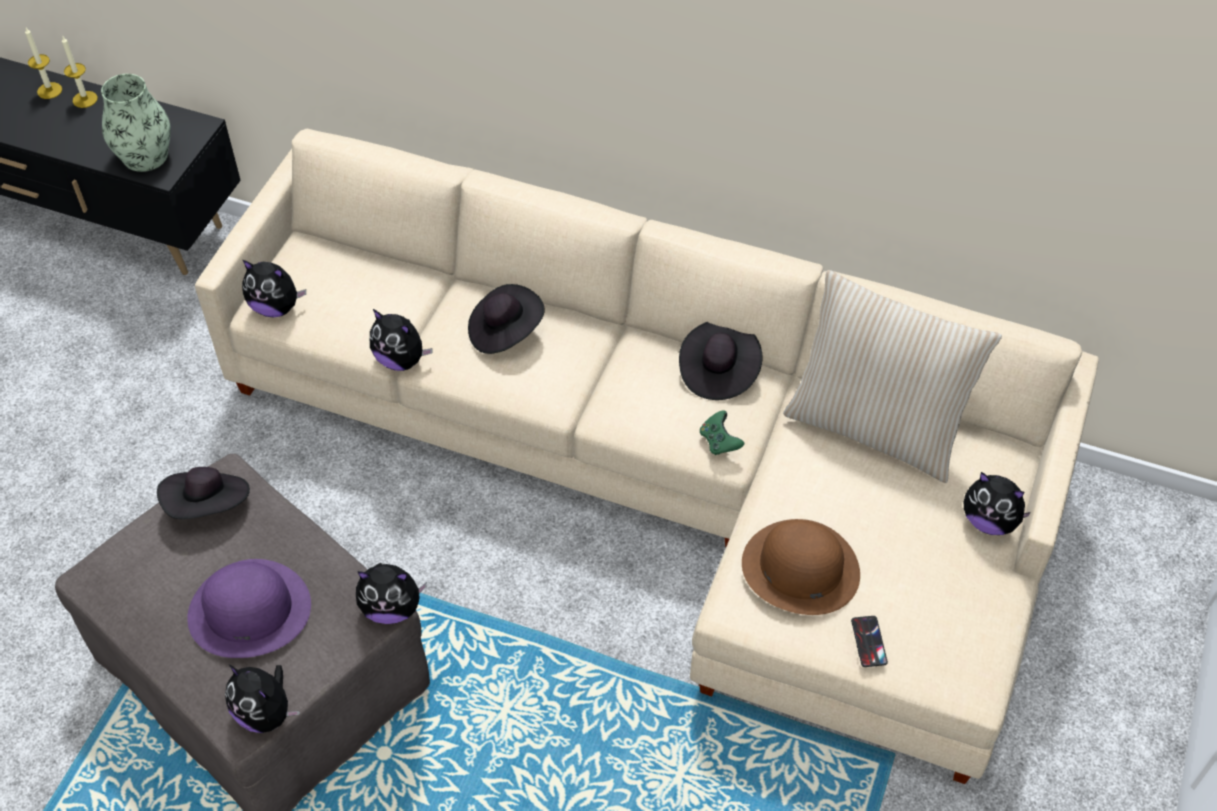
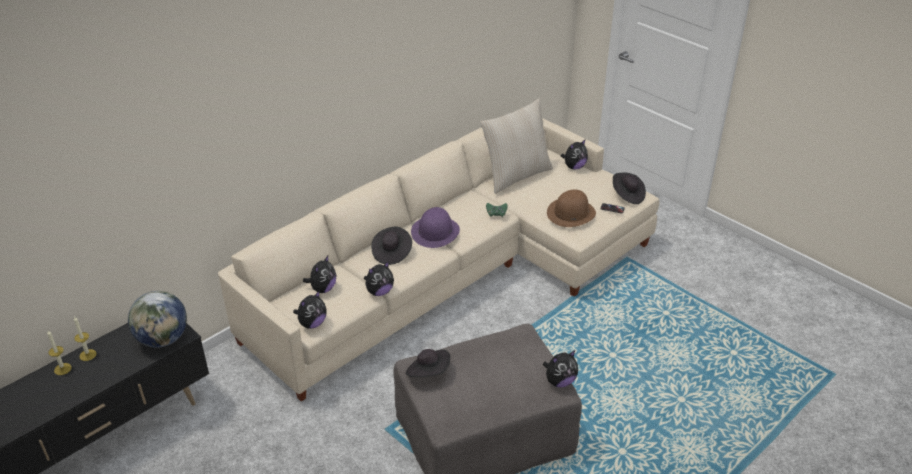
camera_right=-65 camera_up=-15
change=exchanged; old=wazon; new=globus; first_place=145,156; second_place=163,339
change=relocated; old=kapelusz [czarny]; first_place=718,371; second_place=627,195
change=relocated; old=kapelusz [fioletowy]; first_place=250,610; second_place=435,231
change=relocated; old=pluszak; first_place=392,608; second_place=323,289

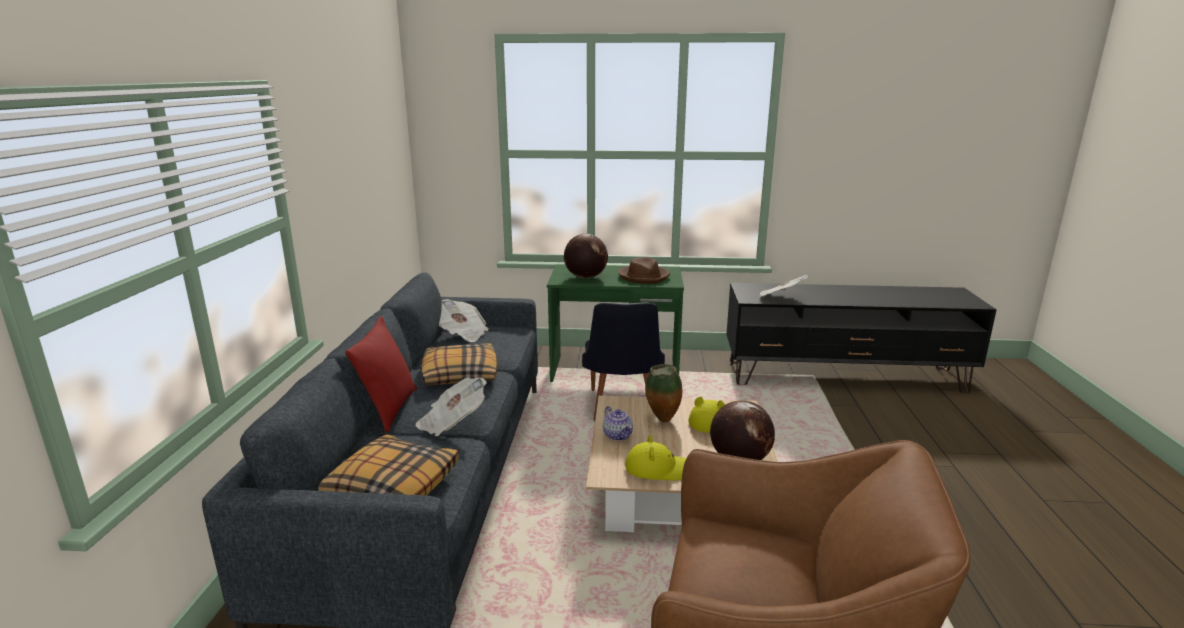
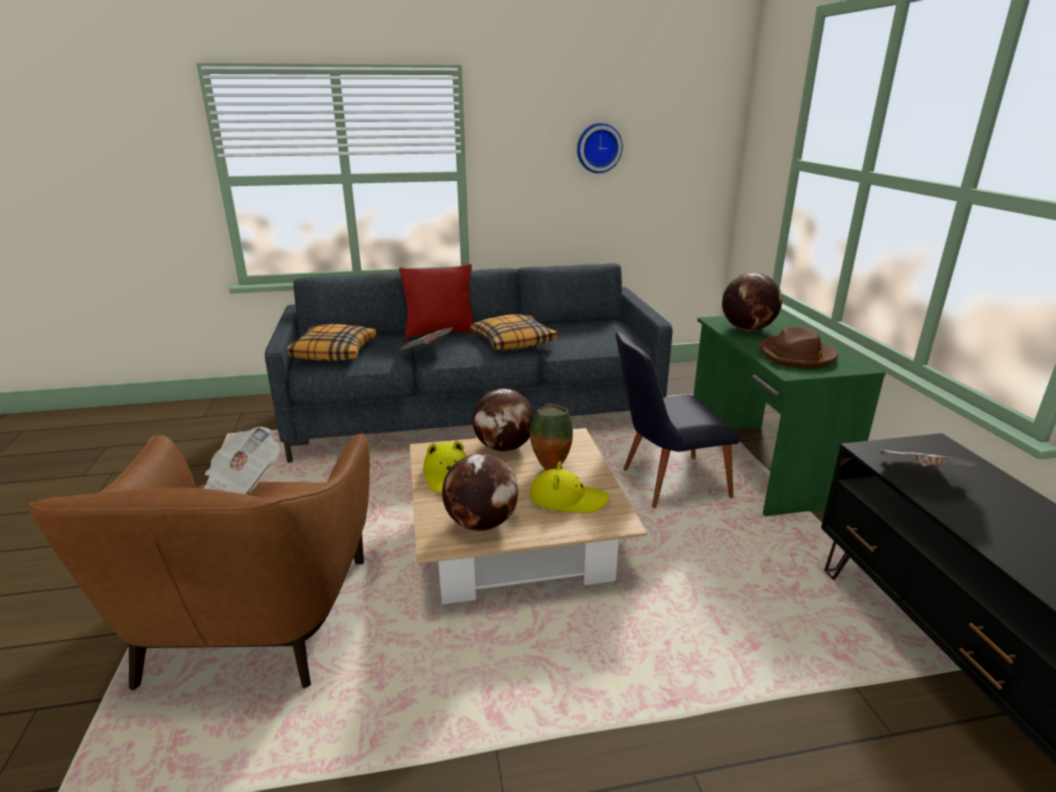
camera_right=75 camera_up=5
change=relocated; old=gazeta; first_place=462,333; second_place=241,484
change=exchanged; old=imbryk; new=globus; first_place=618,435; second_place=504,447
change=appeared; new=zegar ścienny; second_place=598,148

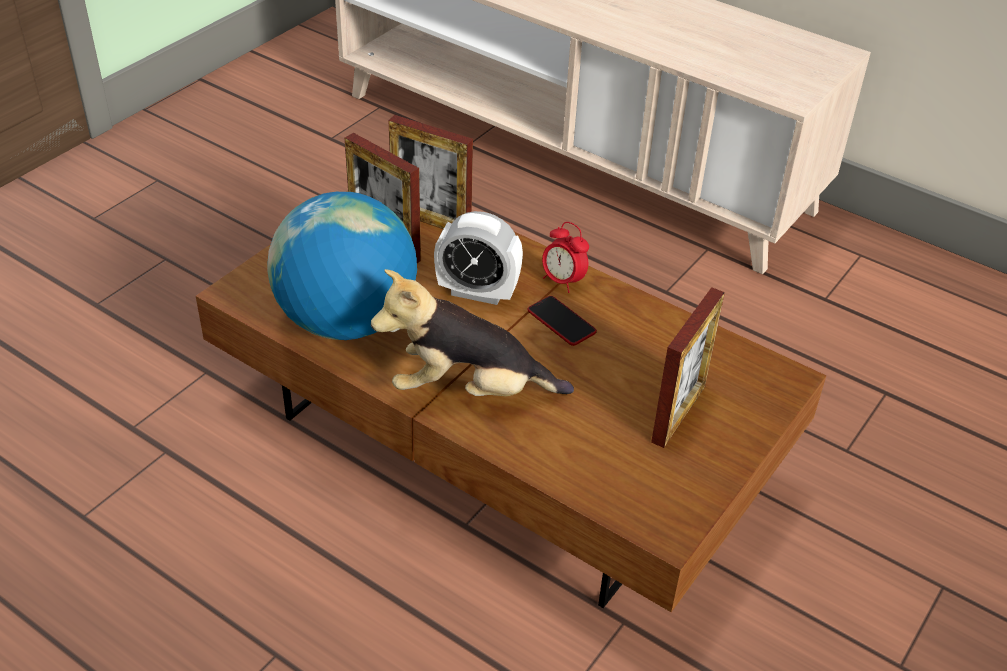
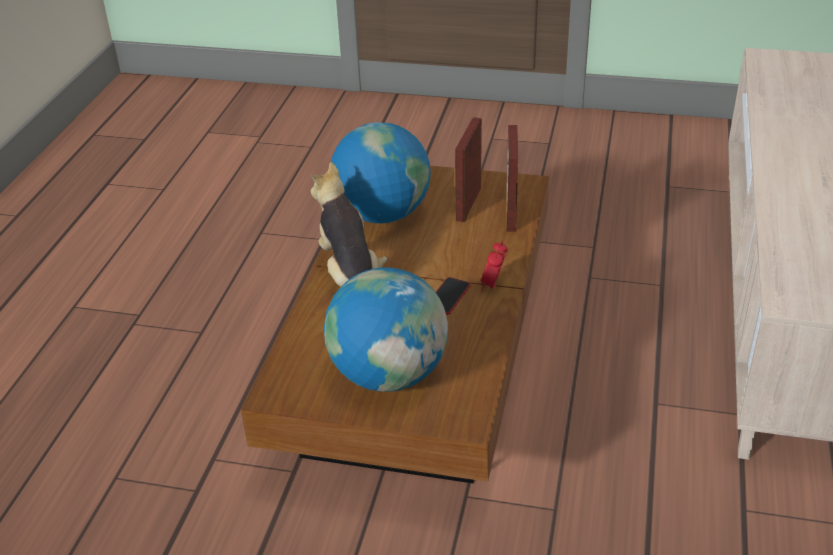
camera_right=70 camera_up=-5
change=missing; old=budzik; first_place=477,292
change=exchanged; old=ramka na zdjęcie; new=globus; first_place=678,413; second_place=389,374

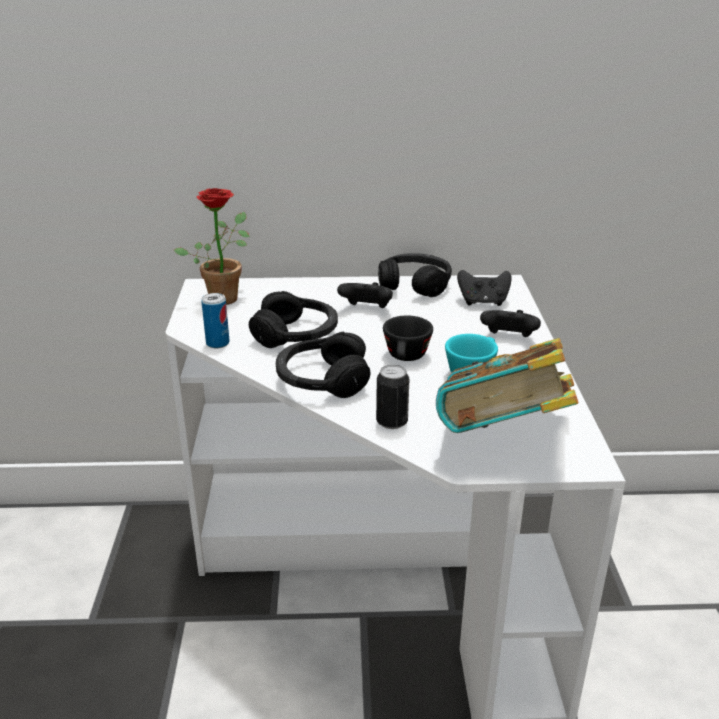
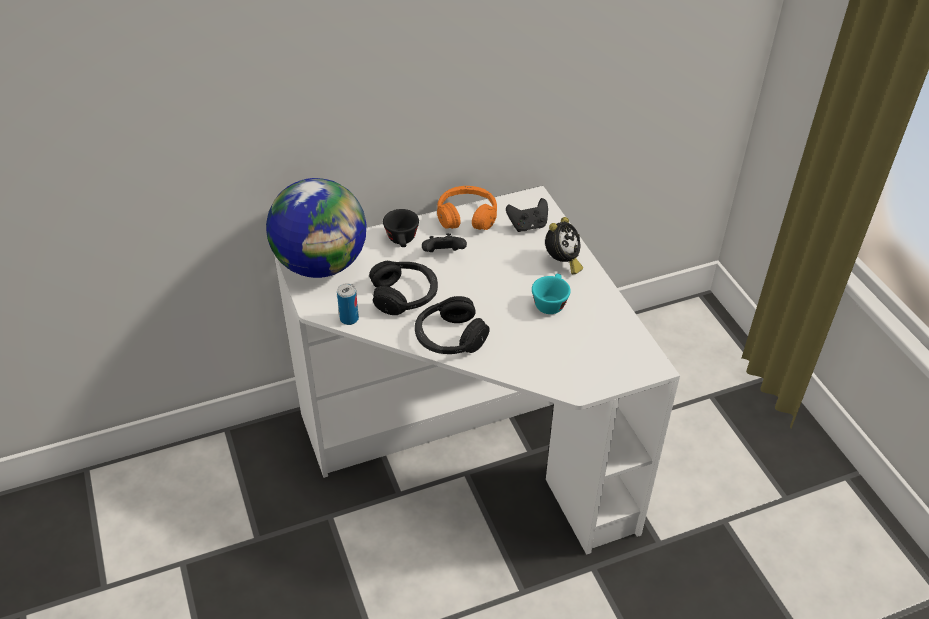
camera_right=-20 camera_up=15
change=exchanged; old=roślina doniczkowa; new=globus; first_place=225,296; second_place=321,264
change=colour; old=słuchawki [czarny]; new=słuchawki [pomarańczowy]; first_place=415,285; second_place=467,216
change=exchanged; old=pad do gier [czarny]; new=budzik; first_place=508,339; second_place=562,262
change=relocated; old=filiżanka [czarny]; first_place=406,358; second_place=402,241
change=missing; old=książka; first_place=503,438
change=missing; old=puszka; first_place=392,422

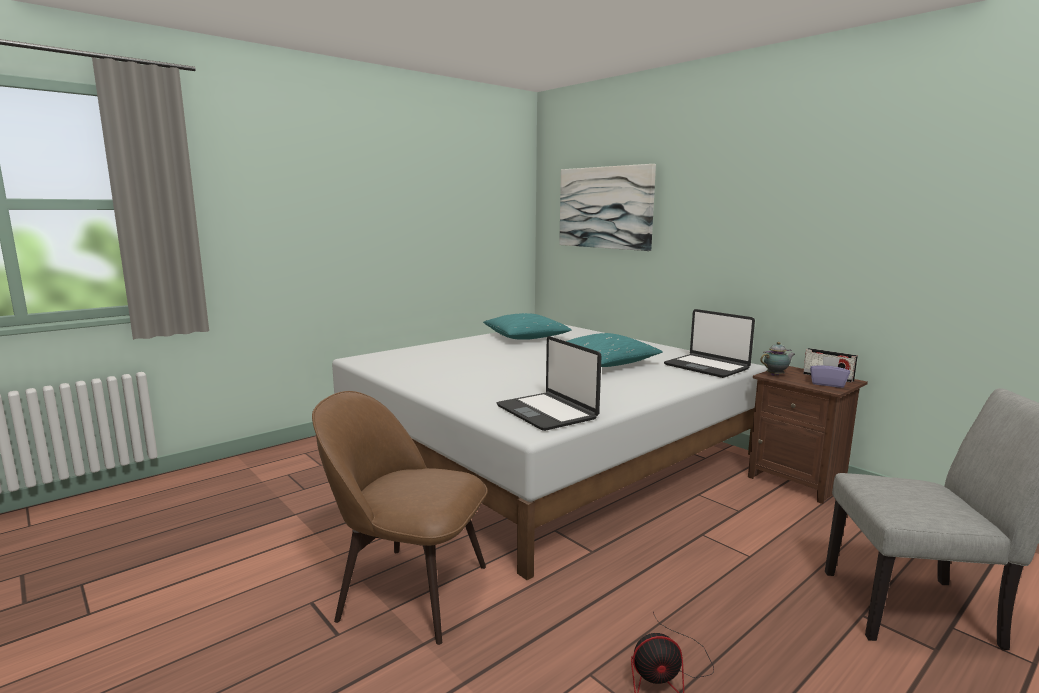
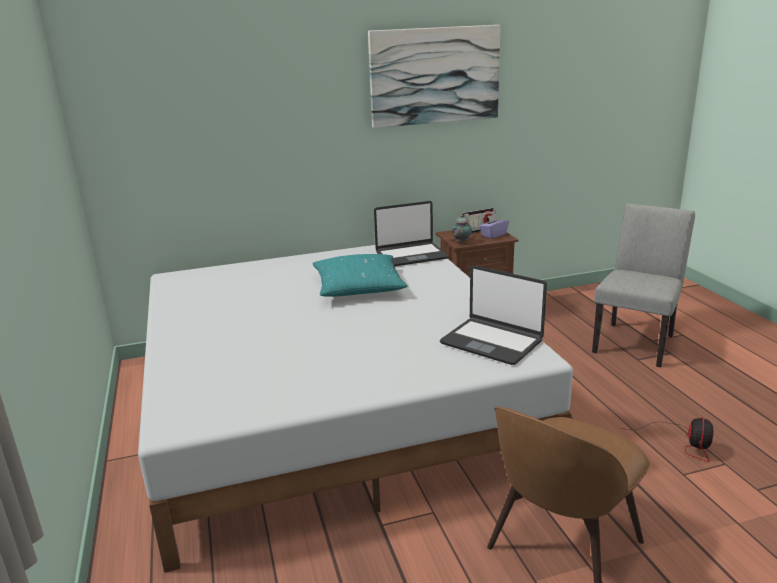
camera_right=-65 camera_up=10
change=relocated; old=obraz; first_place=605,207; second_place=435,76
change=missing; old=poduszka [turkusowy]; first_place=526,337
change=spun; old=laptop; first_place=547,412; second_place=492,342; degrees=45

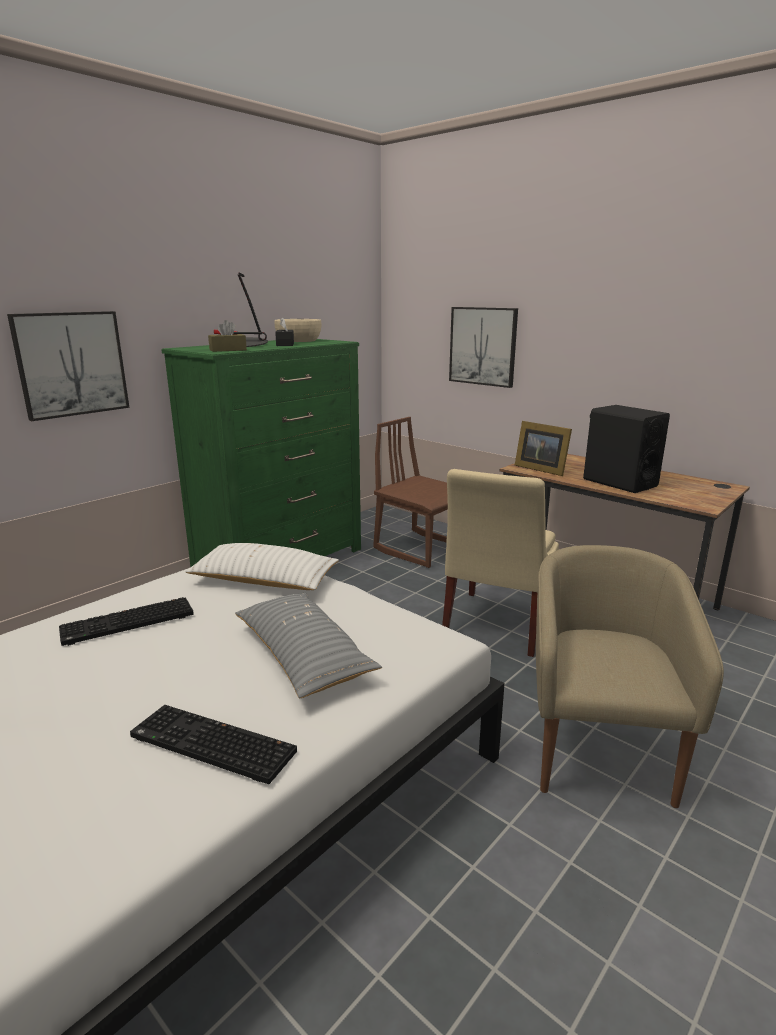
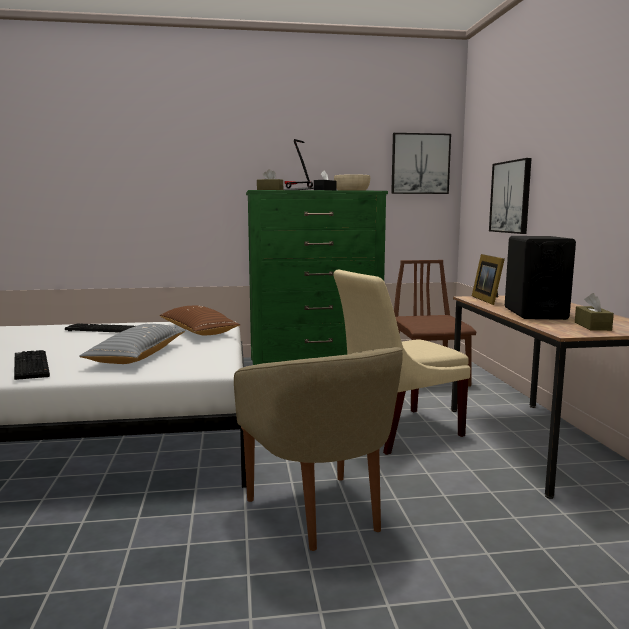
camera_right=40 camera_up=-10
change=relocated; old=obraz; first_place=71,364; second_place=420,164
change=colour; old=poduszka [biały]; new=poduszka [brązowy]; first_place=264,580; second_place=198,331
change=spun; old=fotel [beżowy]; first_place=597,752; second_place=320,513; degrees=105
change=appeared; new=pudełko chusteczek [brązowy]; second_place=592,326

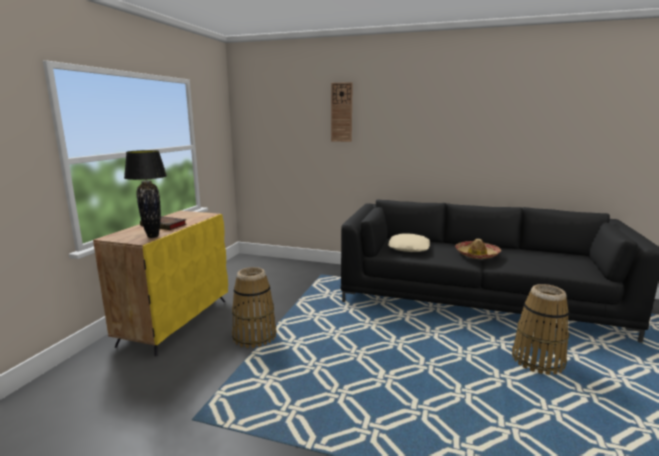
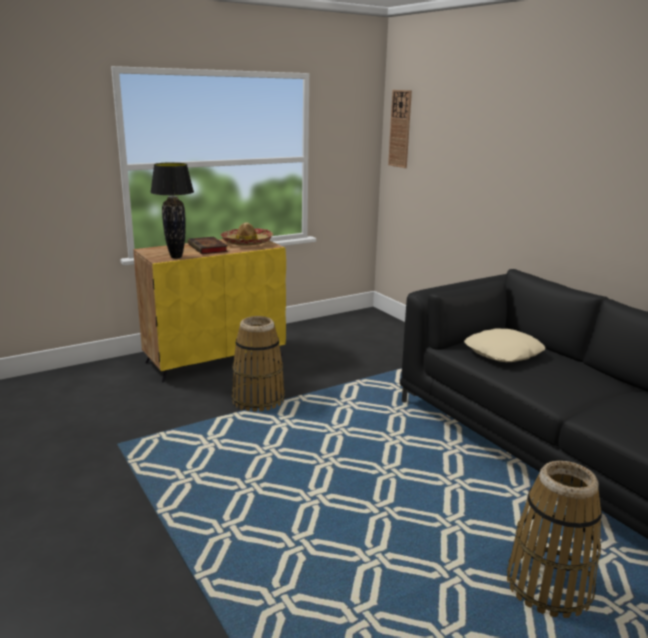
camera_right=40 camera_up=5
change=relocated; old=zegar ścienny; first_place=341,112; second_place=400,129
change=relocated; old=kapelusz; first_place=477,255; second_place=247,242

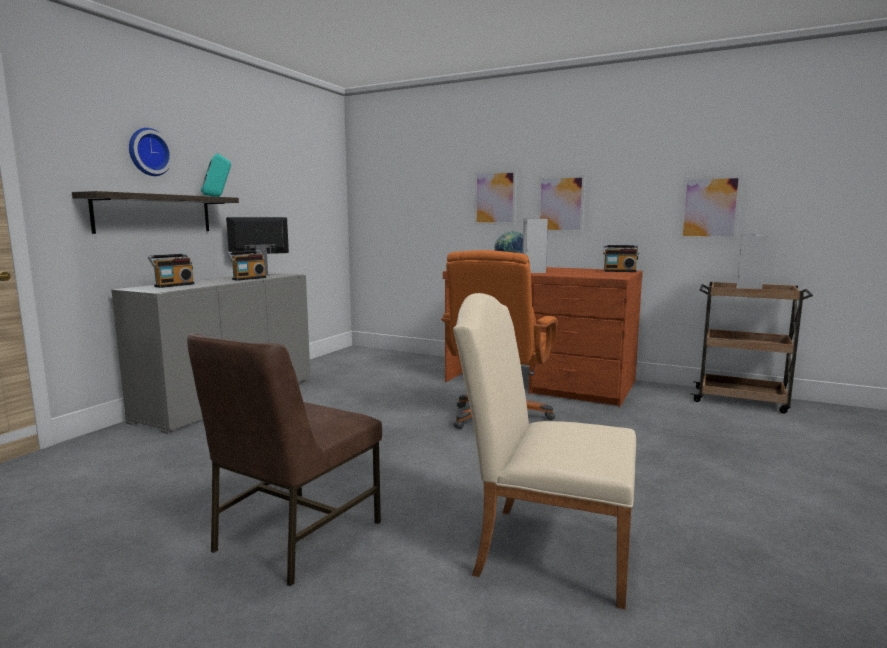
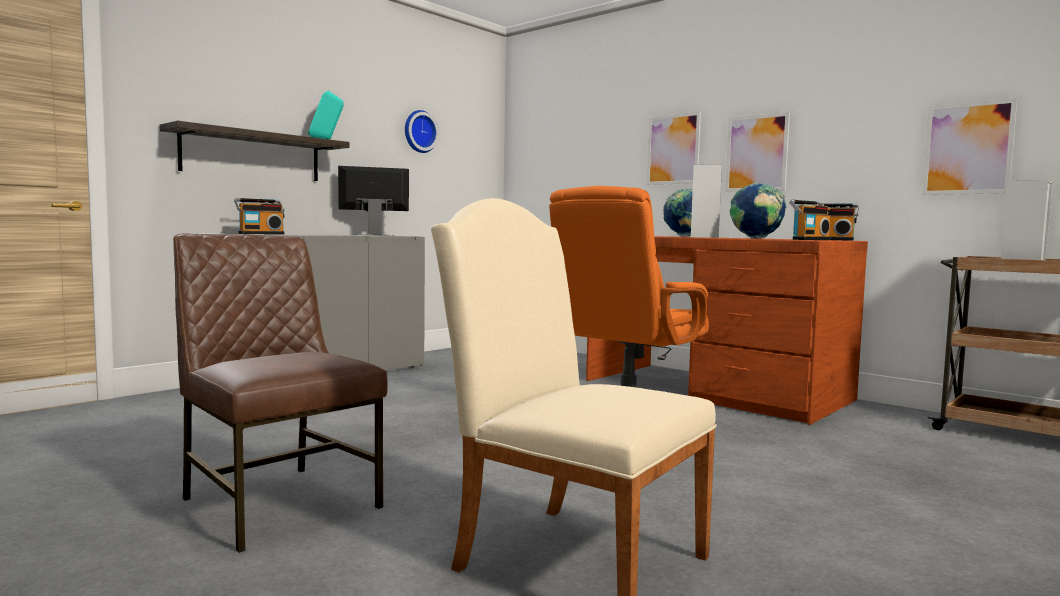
camera_right=15 camera_up=-5
change=relocated; old=zegar ścienny; first_place=148,152; second_place=419,132
change=relocated; old=radio; first_place=248,278; second_place=809,239
change=spun; old=krzesło [brązowy]; first_place=294,536; second_place=277,502; degrees=90
change=appeared; new=globus; second_place=756,238

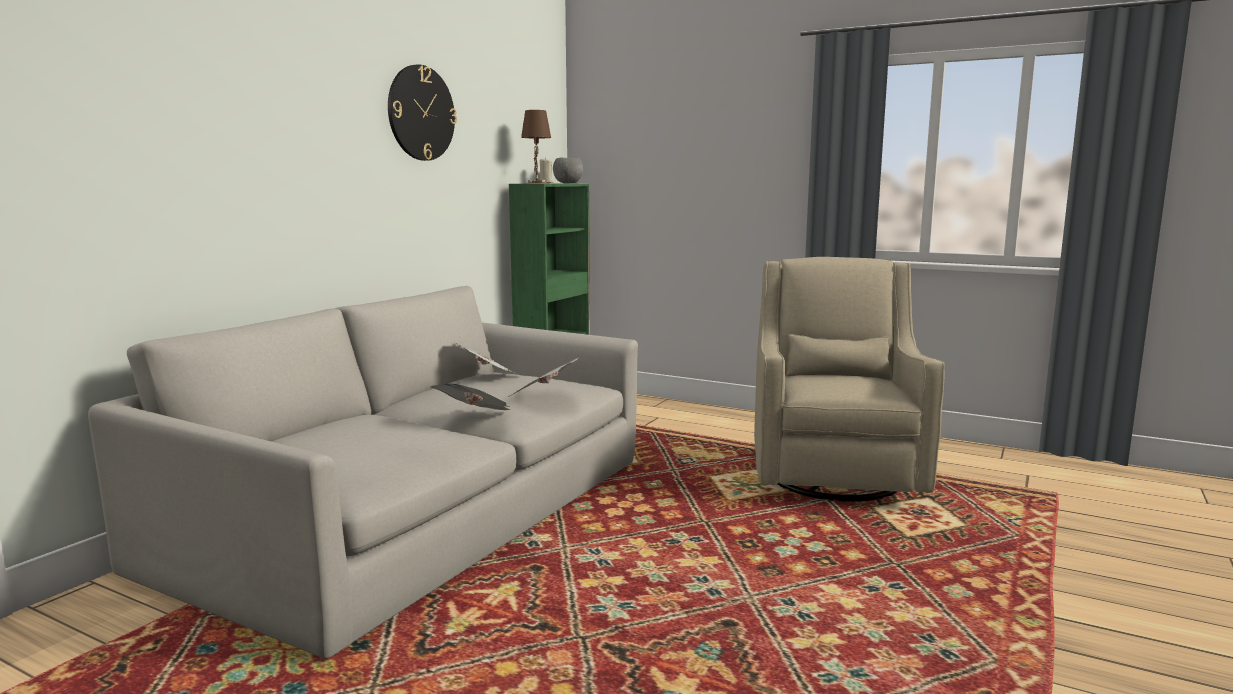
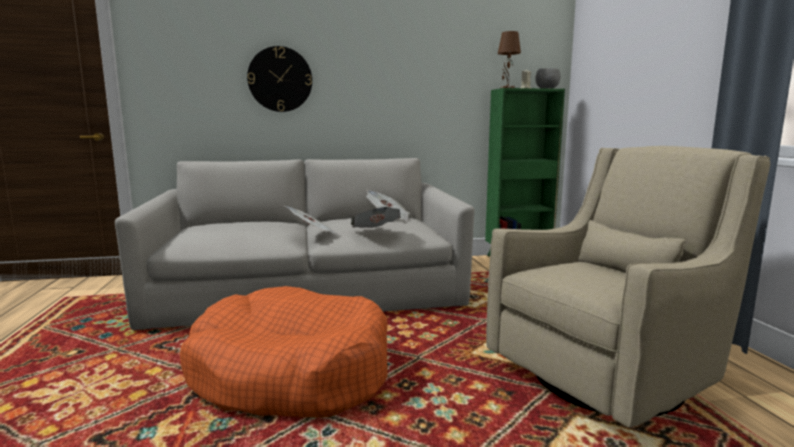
camera_right=50 camera_up=0
change=relocated; old=zegar ścienny; first_place=421,113; second_place=280,79
change=appeared; new=legowisko [pomarańczowy]; second_place=291,373

